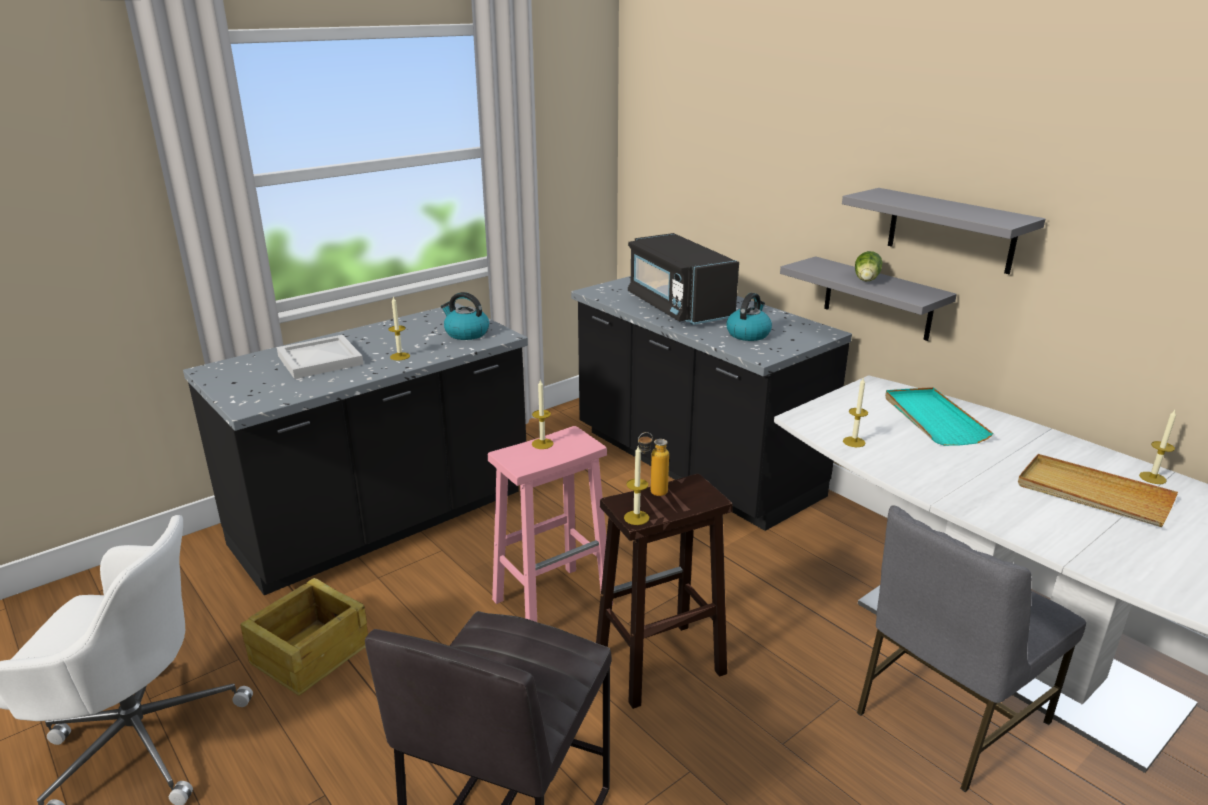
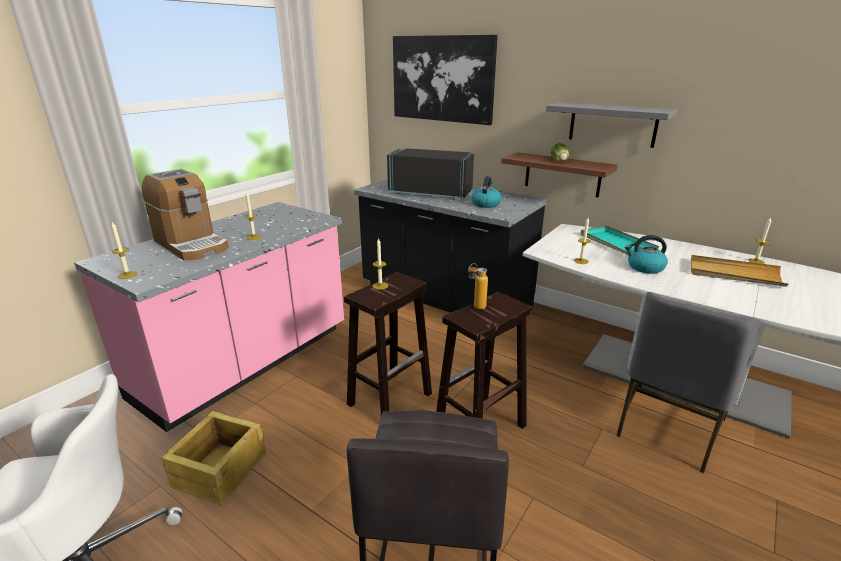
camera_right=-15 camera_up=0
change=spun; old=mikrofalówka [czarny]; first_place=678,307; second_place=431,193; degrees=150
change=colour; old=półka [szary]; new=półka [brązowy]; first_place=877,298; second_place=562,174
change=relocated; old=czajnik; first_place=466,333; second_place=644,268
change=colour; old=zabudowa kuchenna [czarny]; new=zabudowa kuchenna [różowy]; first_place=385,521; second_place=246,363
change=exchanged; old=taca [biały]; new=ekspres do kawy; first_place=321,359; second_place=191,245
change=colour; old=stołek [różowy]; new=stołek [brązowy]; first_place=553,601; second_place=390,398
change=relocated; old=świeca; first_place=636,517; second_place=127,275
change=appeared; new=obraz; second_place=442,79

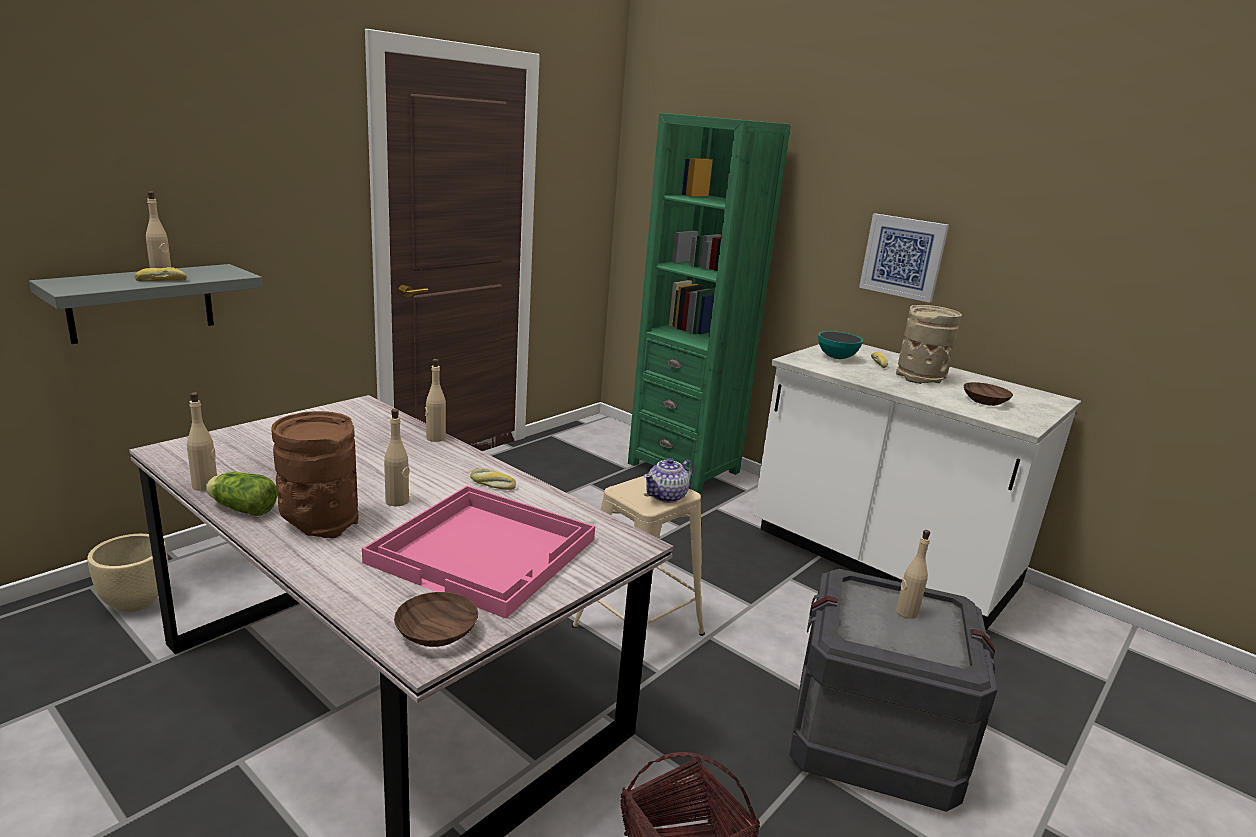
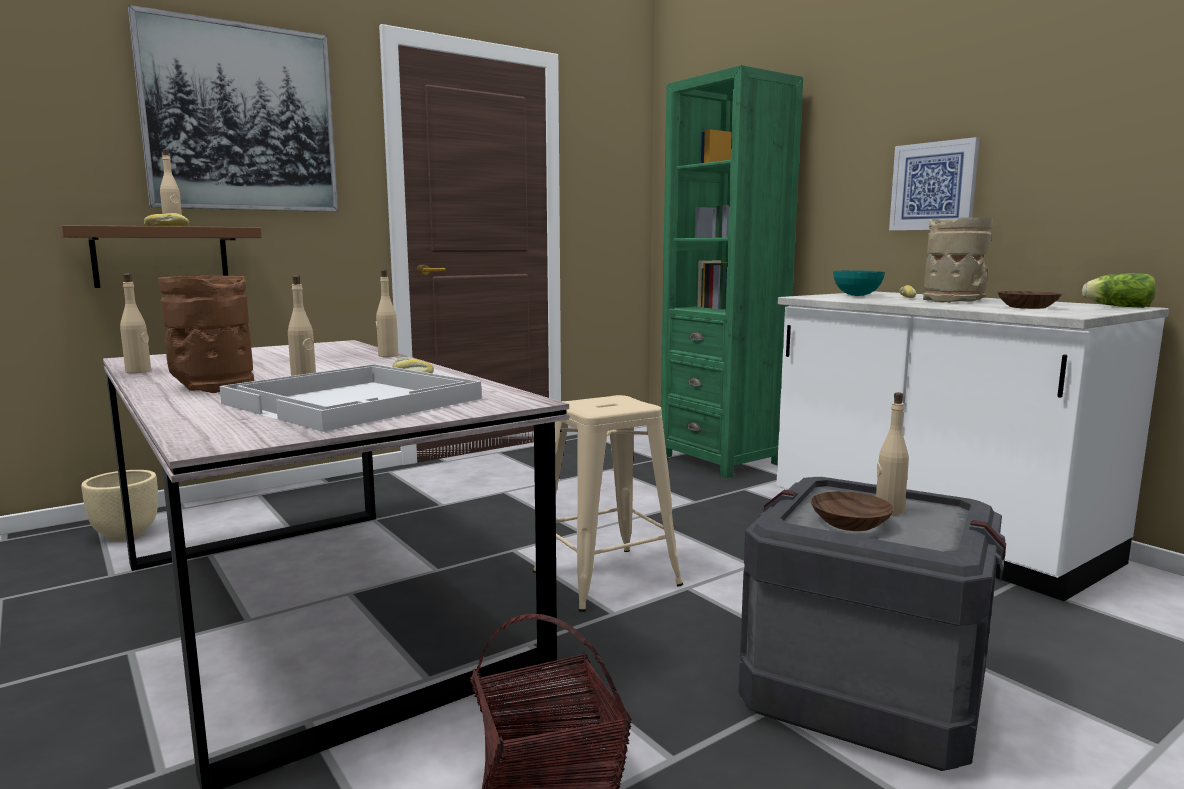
camera_right=15 camera_up=-10
change=colour; old=półka [szary]; new=półka [brązowy]; first_place=141,302; second_place=161,256
change=missing; old=imbryk; first_place=667,496
change=relocated; old=sałata; first_place=241,508; second_place=1115,306
change=colour; old=taca [różowy]; new=taca [biały]; first_place=486,550; second_place=356,401
change=relocated; old=miska [brązowy]; first_place=438,633; second_place=852,524
change=appeared; new=obraz; second_place=240,118

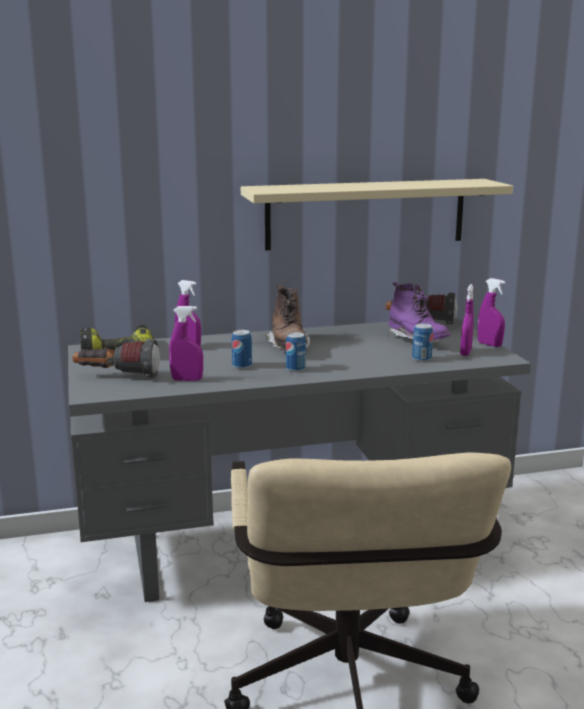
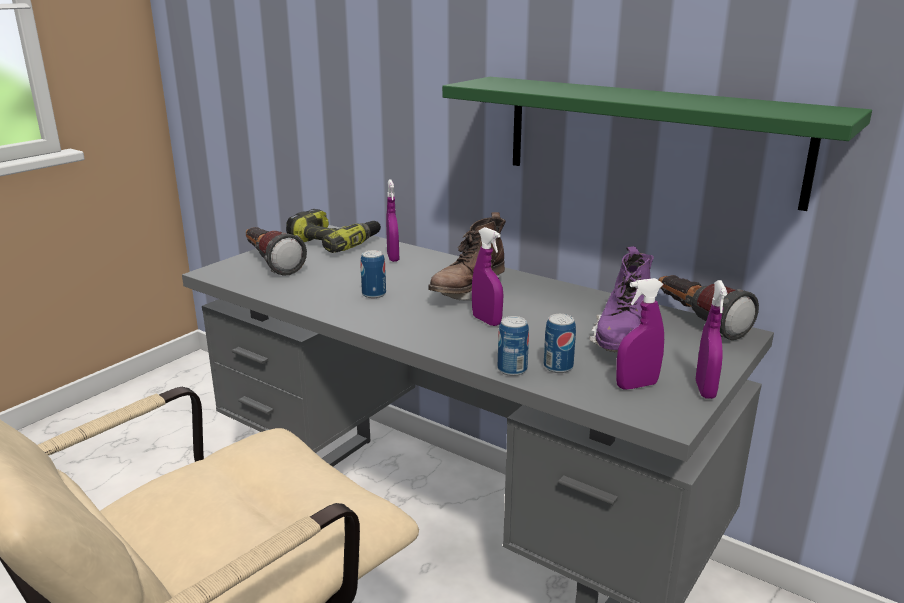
camera_right=50 camera_up=5
change=colour; old=półka [beżowy]; new=półka [zielony]; first_place=366,214; second_place=649,139
change=relocated; old=spryskiwacz [fioletowy]; first_place=187,380; second_place=486,321
change=relocated; old=puszka; first_place=295,369; second_place=512,370

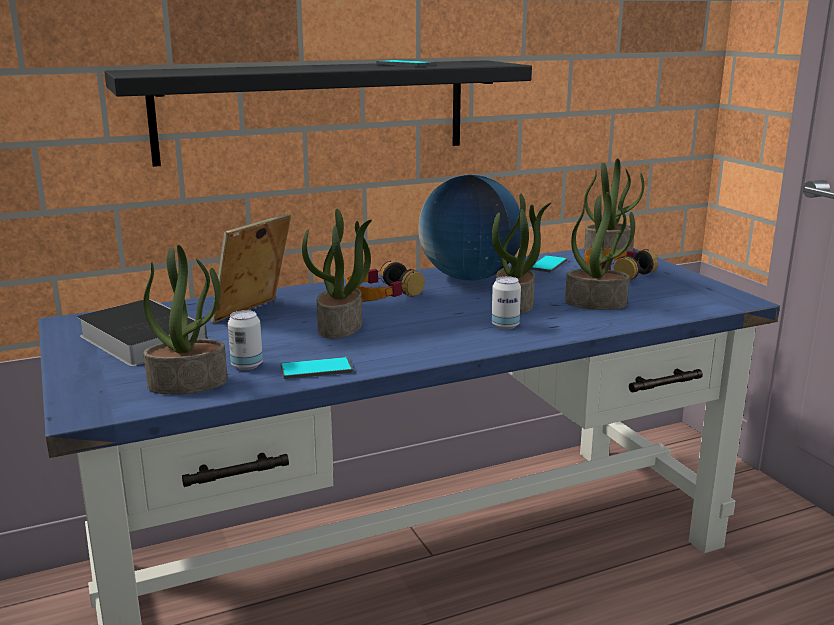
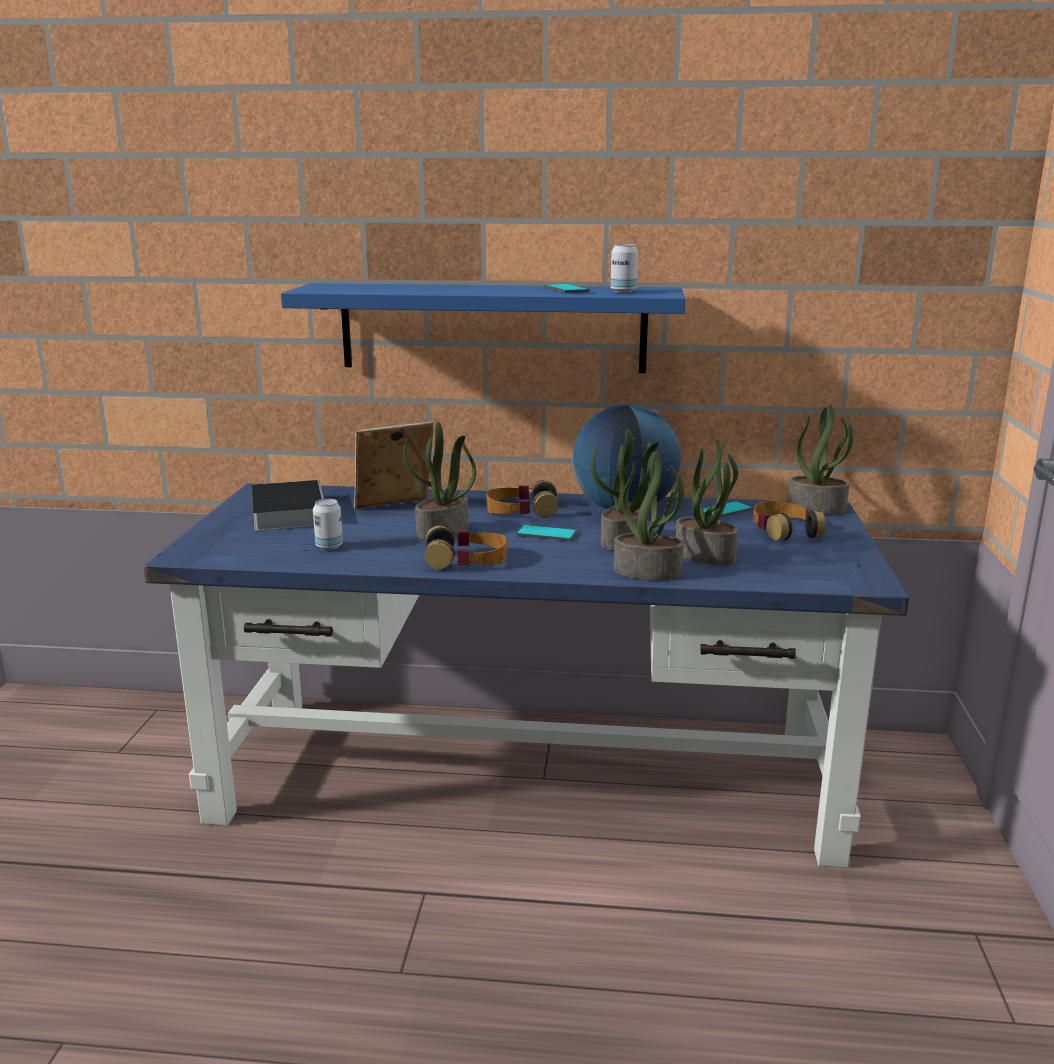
camera_right=30 camera_up=0
change=colour; old=półka [czarny]; new=półka [niebieski]; first_place=314,110; second_place=492,328
change=relocated; old=roślina doniczkowa; first_place=189,383; second_place=648,571
change=relocated; old=puszka; first_place=505,325; second_place=623,291
change=relocated; old=telefon; first_place=316,369; second_place=547,534
change=appeared; new=słuchawki; second_place=466,560

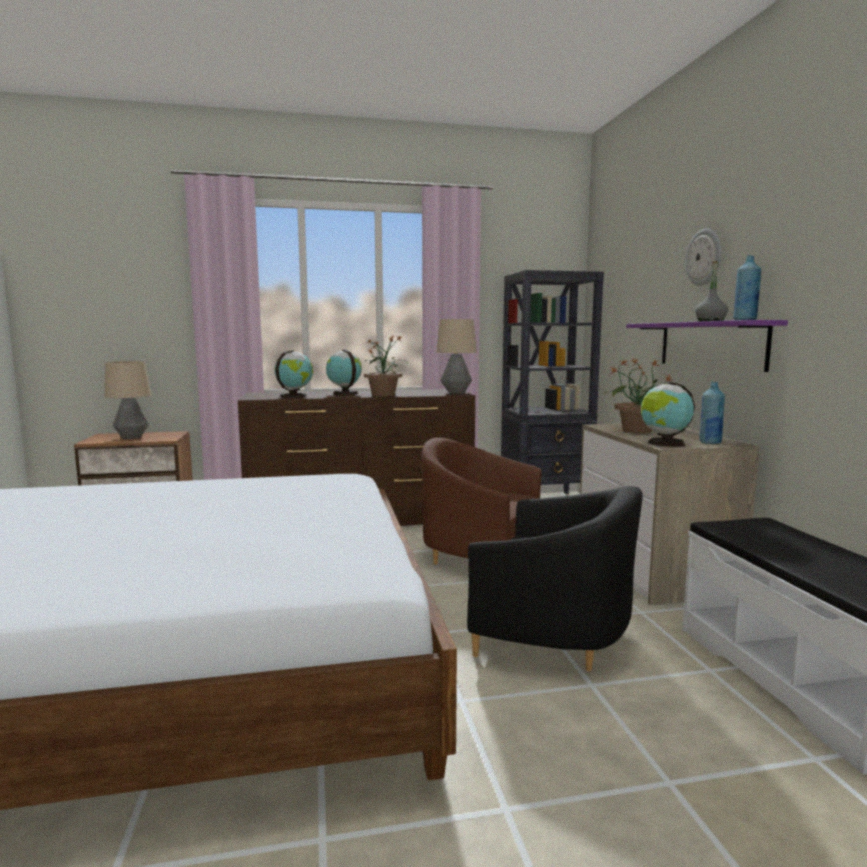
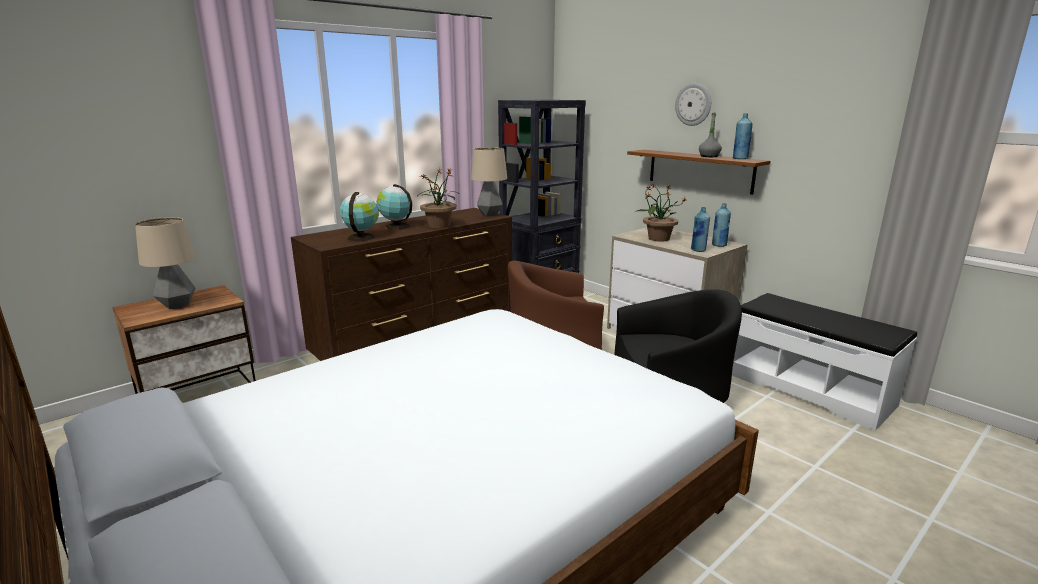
camera_right=-30 camera_up=10
change=colour; old=półka [fioletowy]; new=półka [brązowy]; first_place=710,344; second_place=699,170
change=exchanged; old=globus; new=butelka [niebieski]; first_place=664,443; second_place=698,250

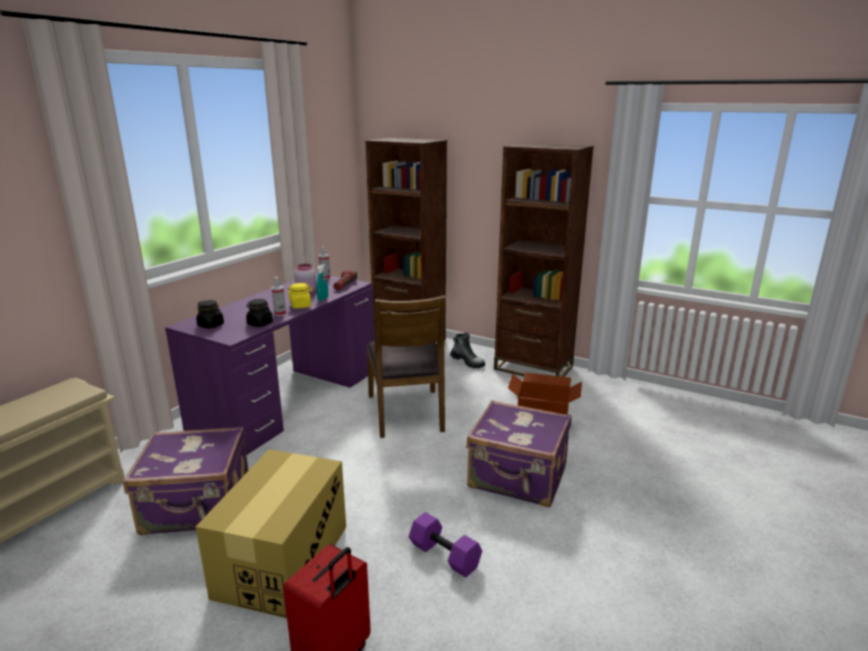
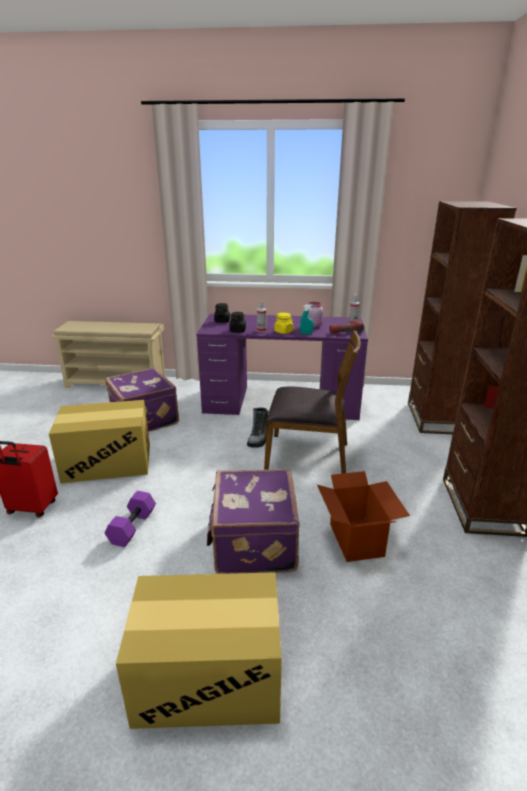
camera_right=65 camera_up=5
change=spun; old=krzesło [brązowy]; first_place=407,413; second_place=308,454; degrees=-135
change=relocated; old=but z cholewką; first_place=467,362; second_place=259,438
change=appeared; new=karton; second_place=209,677

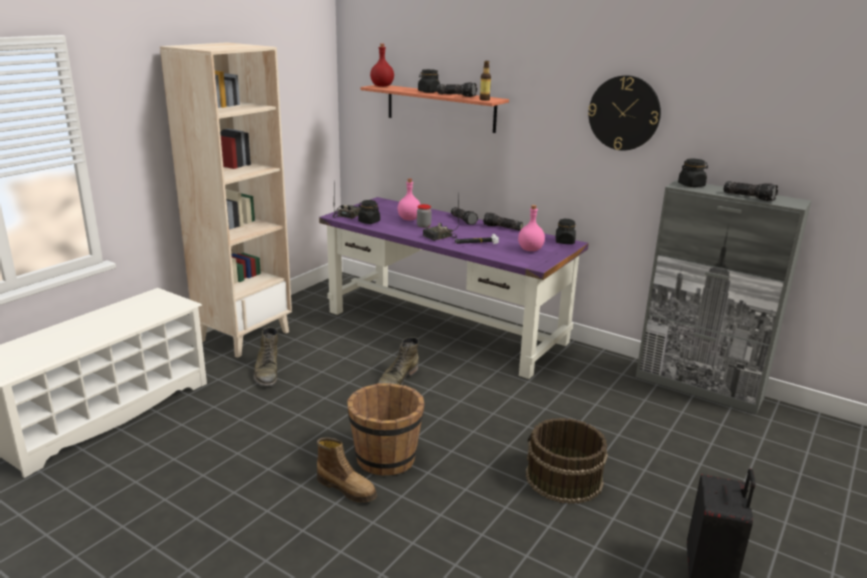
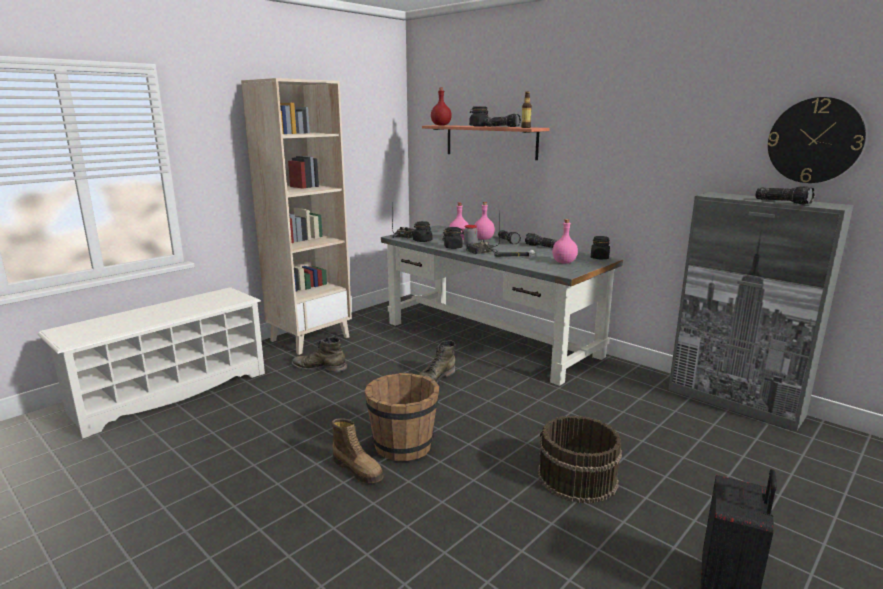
camera_right=10 camera_up=-5
change=relocated; old=zegar ścienny; first_place=624,113; second_place=814,140
change=relocated; old=słoik [czarny]; first_place=691,185; second_place=453,247
change=colour; old=biurko [fioletowy]; new=biurko [szary]; first_place=446,327; second_place=491,339
change=spun; old=but z cholewką [zielony]; first_place=267,372; second_place=319,367; degrees=105
change=appeared; new=butelka [różowy]; second_place=484,239

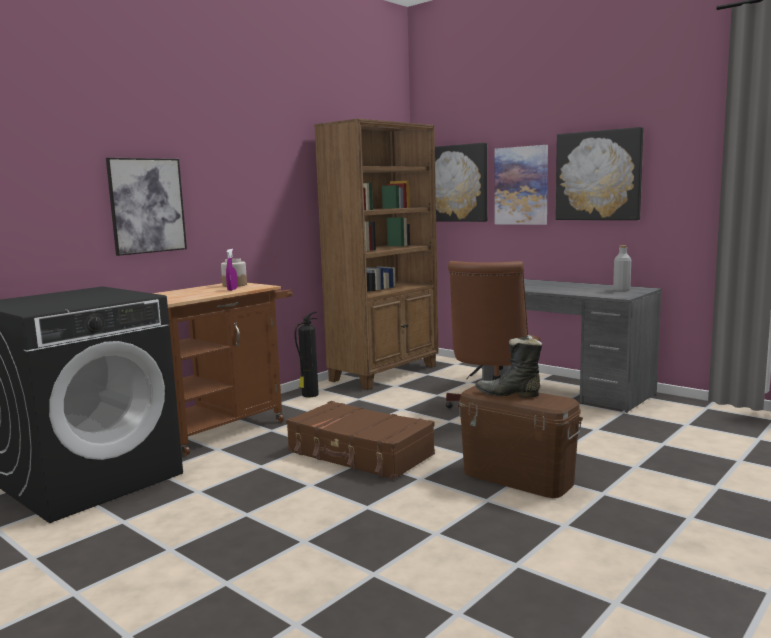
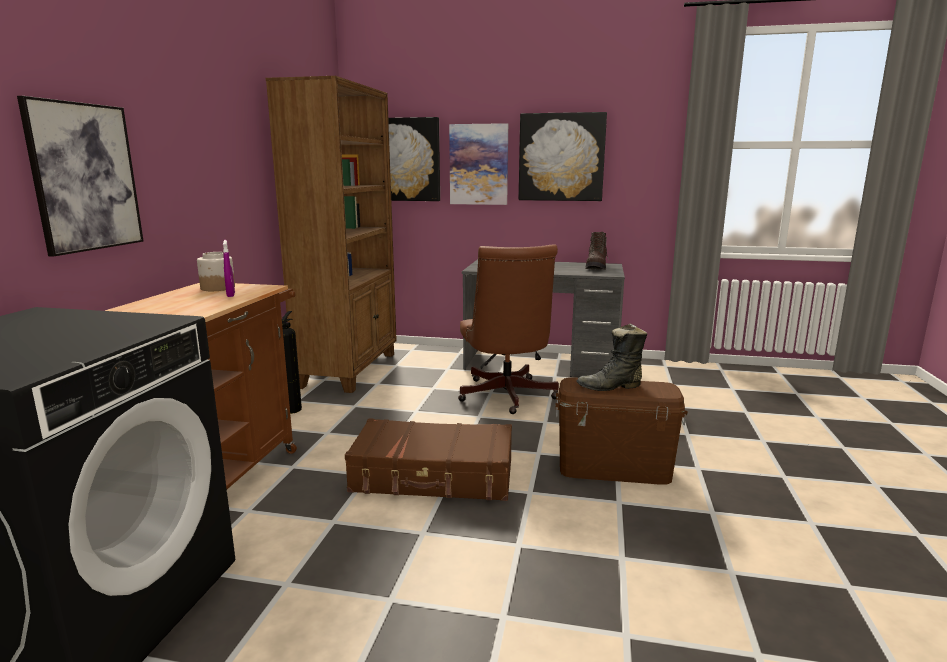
camera_right=-30 camera_up=5
change=exchanged; old=butelka [szary]; new=but z cholewką [brązowy]; first_place=621,290; second_place=596,267

